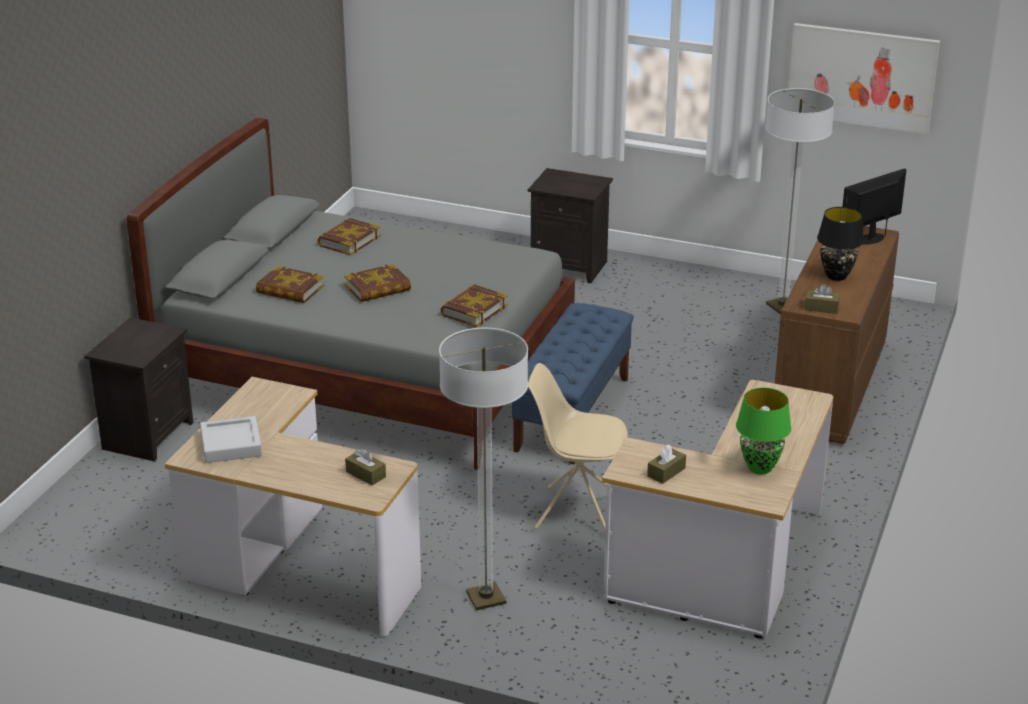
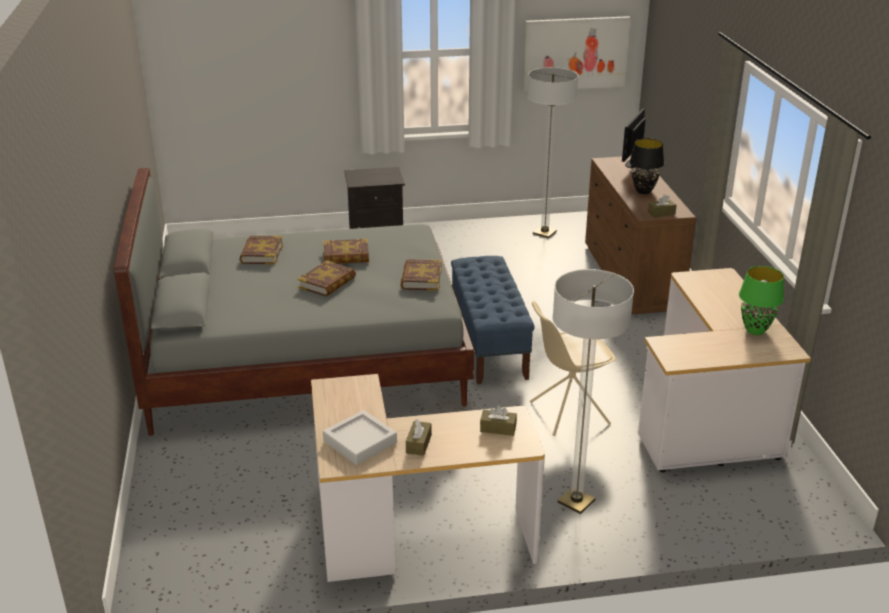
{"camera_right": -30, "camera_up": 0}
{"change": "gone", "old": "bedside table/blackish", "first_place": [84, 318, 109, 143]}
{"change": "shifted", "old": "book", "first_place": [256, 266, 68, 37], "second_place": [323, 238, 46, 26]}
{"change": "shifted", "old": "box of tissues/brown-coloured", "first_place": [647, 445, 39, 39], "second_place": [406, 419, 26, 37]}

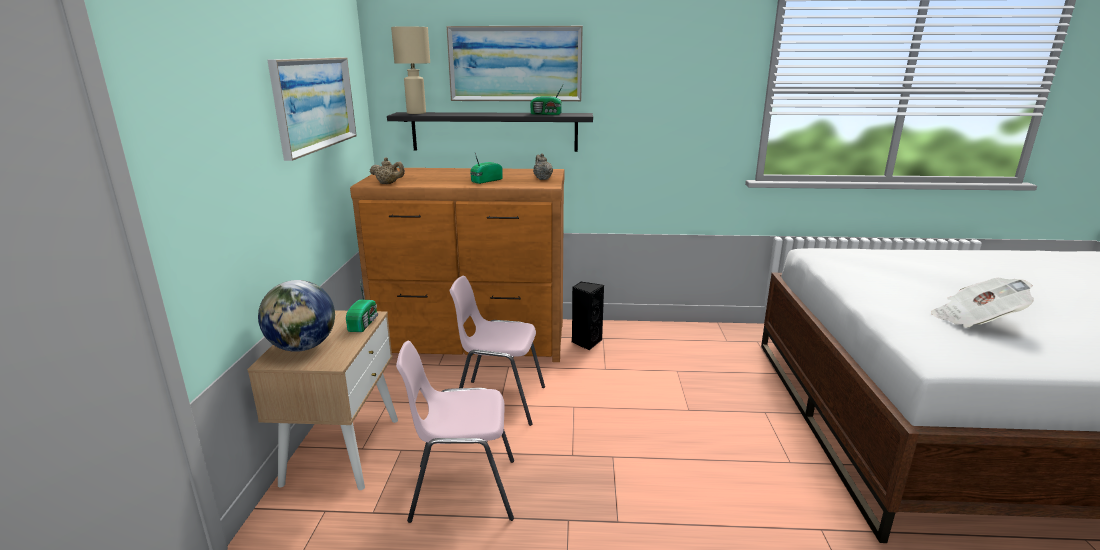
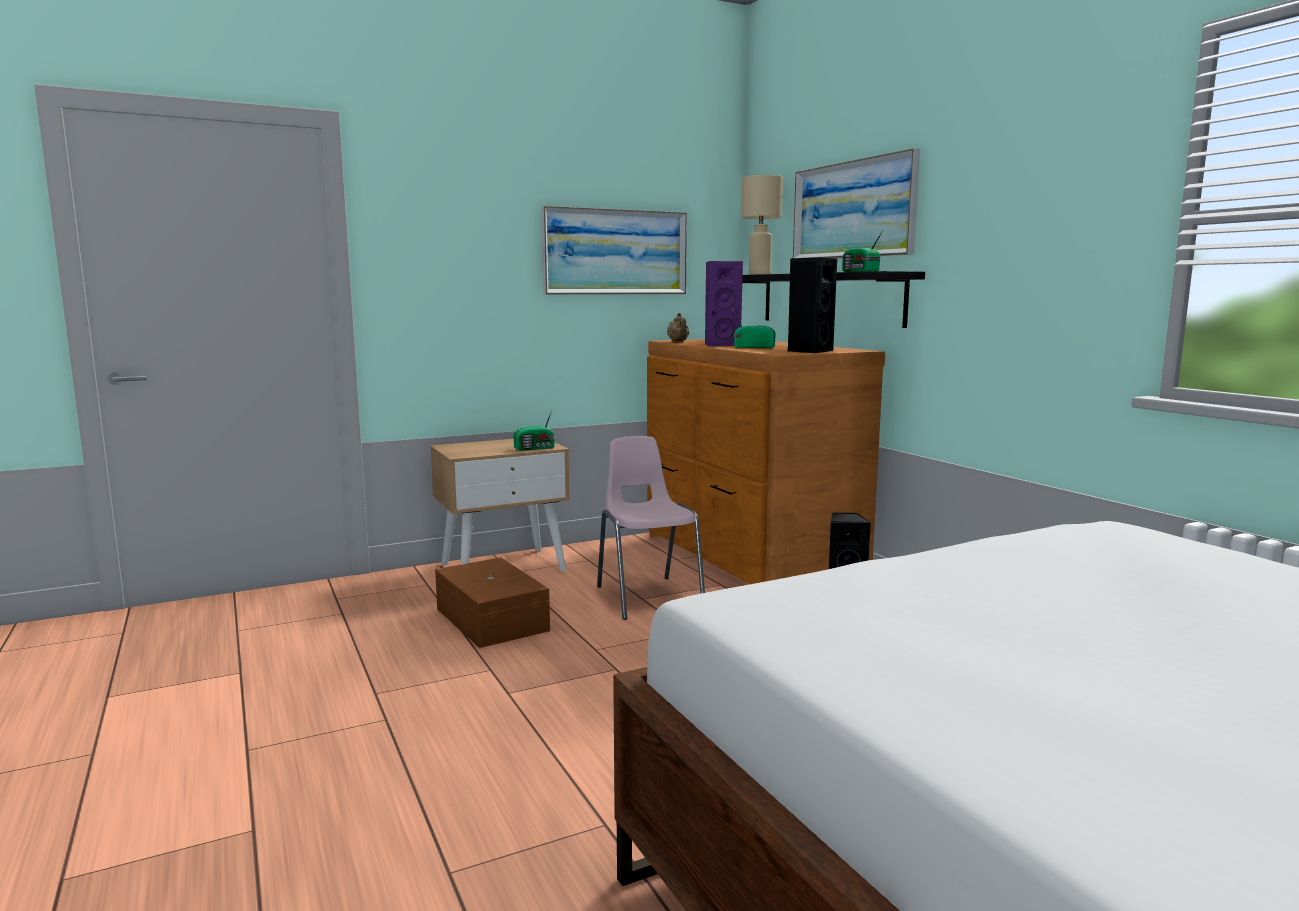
{"camera_right": 60, "camera_up": -10}
{"change": "gone", "old": "globe", "first_place": [258, 280, 77, 72]}
{"change": "gone", "old": "daily paper", "first_place": [931, 278, 103, 50]}
{"change": "new", "new": "audio speaker/purple-coloured", "second_place": [705, 261, 38, 85]}
{"change": "swapped", "old": "chair/pink", "new": "storage bin/brown-coloured", "first_place": [396, 341, 118, 182], "second_place": [435, 557, 115, 91]}
{"change": "swapped", "old": "teapot/beige-coloured", "new": "audio speaker/blackish", "first_place": [533, 154, 20, 26], "second_place": [788, 257, 49, 96]}

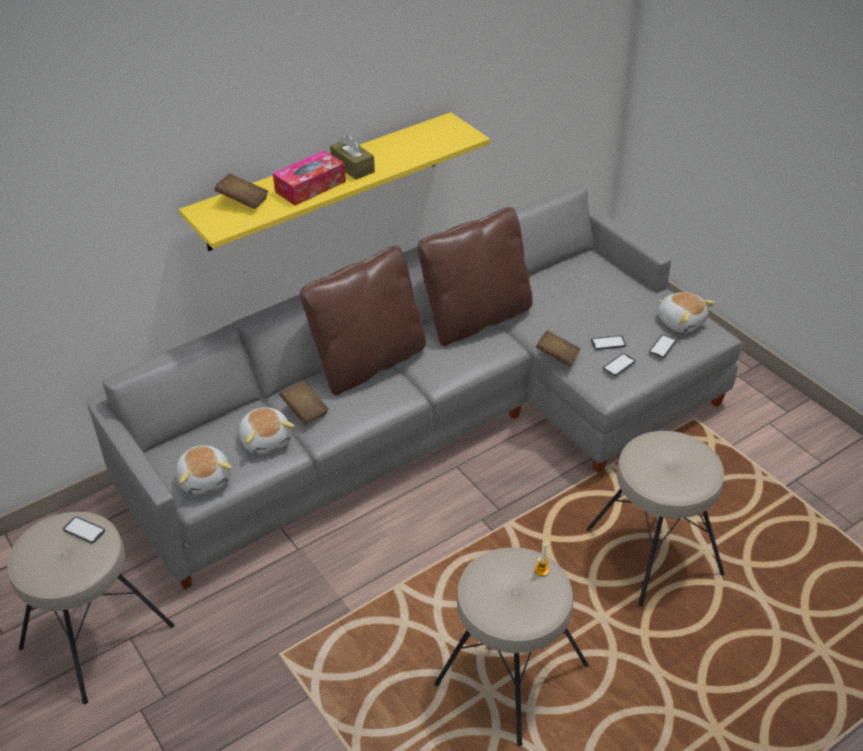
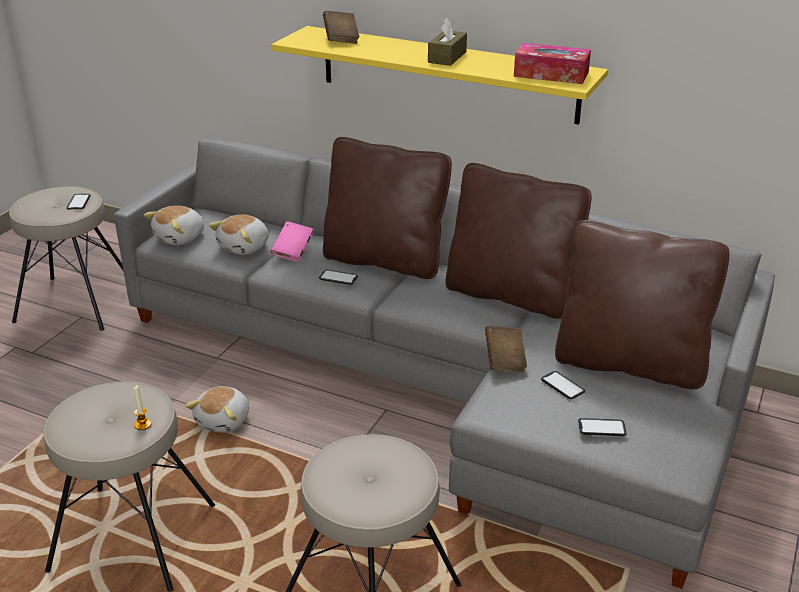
{"camera_right": 60, "camera_up": -10}
{"change": "new", "new": "cushion/brown-coloured", "second_place": [555, 220, 174, 169]}
{"change": "shifted", "old": "box of tissues", "first_place": [273, 151, 73, 55], "second_place": [514, 43, 77, 41]}
{"change": "shifted", "old": "handset", "first_place": [603, 353, 33, 23], "second_place": [319, 270, 39, 15]}
{"change": "shifted", "old": "cuddly toy", "first_place": [658, 292, 58, 41], "second_place": [185, 386, 64, 47]}
{"change": "repainted", "old": "book/brown-coloured", "new": "book/pink", "first_place": [279, 381, 50, 44], "second_place": [270, 221, 43, 41]}

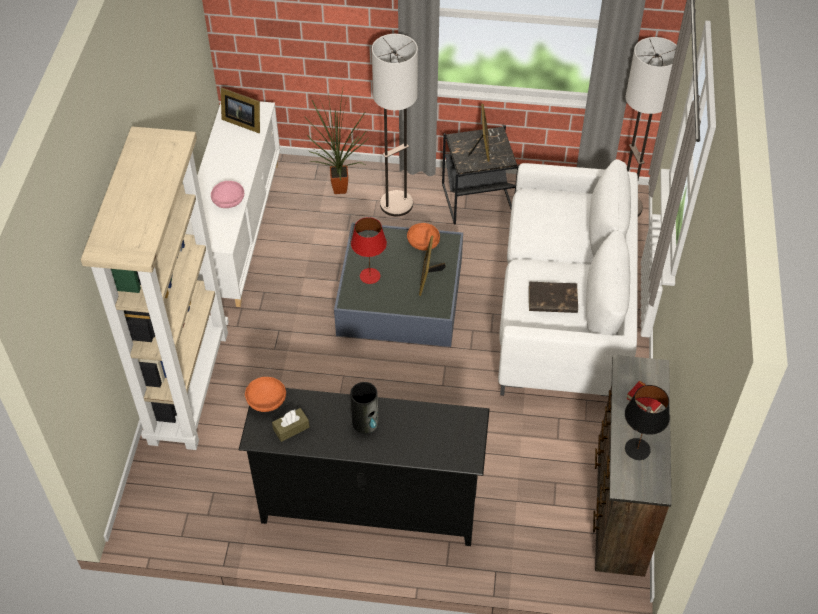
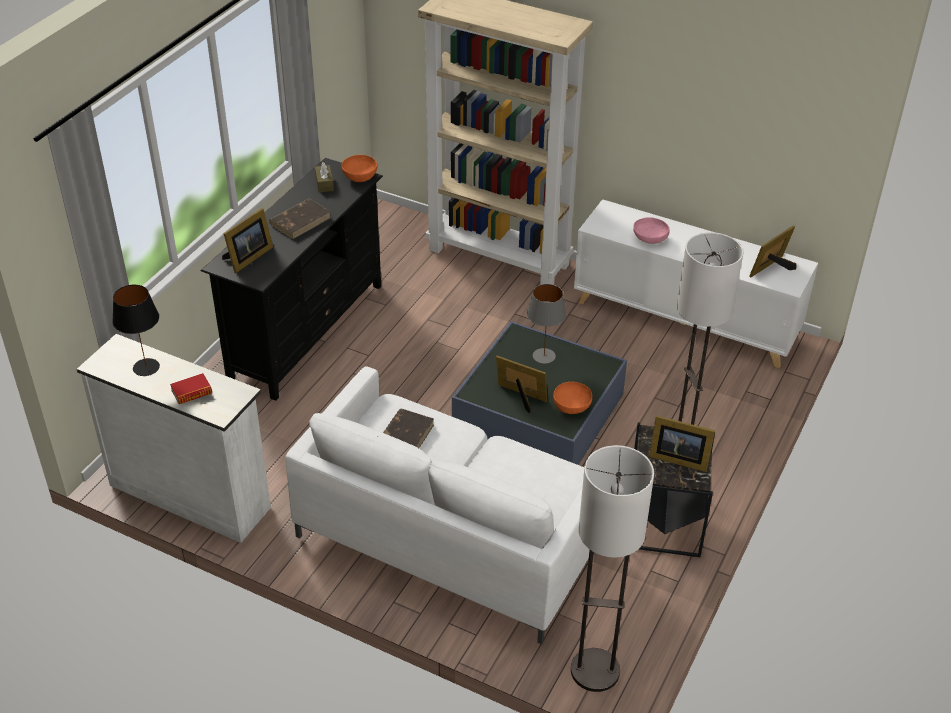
{"camera_right": 110, "camera_up": -10}
{"change": "gone", "old": "potted plant", "first_place": [304, 89, 65, 105]}
{"change": "new", "new": "photo frame", "second_place": [222, 208, 51, 65]}
{"change": "swapped", "old": "decorative vase", "new": "book/brown-coloured", "first_place": [350, 382, 29, 52], "second_place": [269, 199, 62, 40]}
{"change": "repainted", "old": "lamp for a table/reddish", "new": "lamp for a table/greyish", "first_place": [351, 217, 36, 67], "second_place": [527, 284, 40, 80]}
{"change": "repainted", "old": "dresser/brown-coloured", "new": "dresser/white", "first_place": [593, 355, 79, 222], "second_place": [77, 334, 194, 209]}

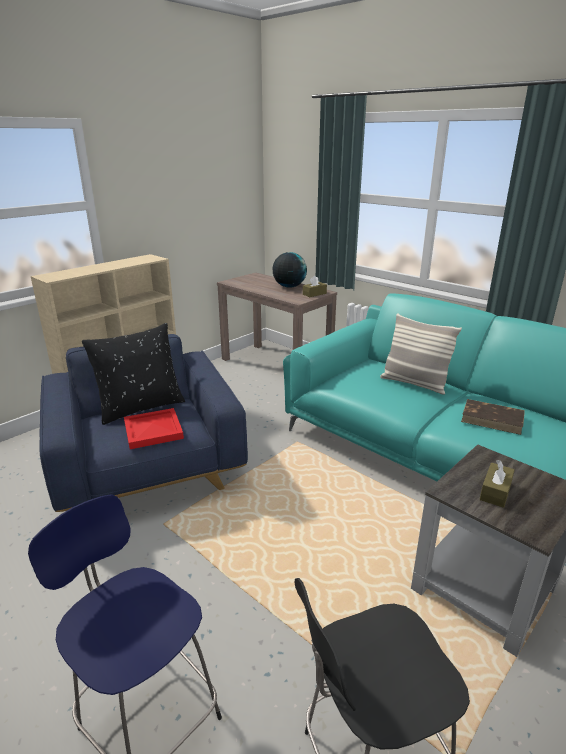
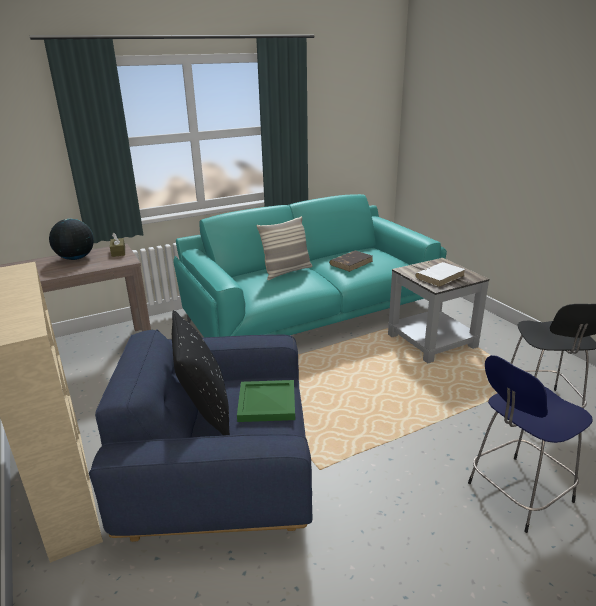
{"camera_right": -70, "camera_up": 0}
{"change": "swapped", "old": "box of tissues/brown-coloured", "new": "book/white", "first_place": [480, 460, 35, 48], "second_place": [415, 262, 51, 25]}
{"change": "repainted", "old": "carrying tray/reddish", "new": "carrying tray/greenish", "first_place": [124, 408, 60, 41], "second_place": [237, 380, 58, 42]}

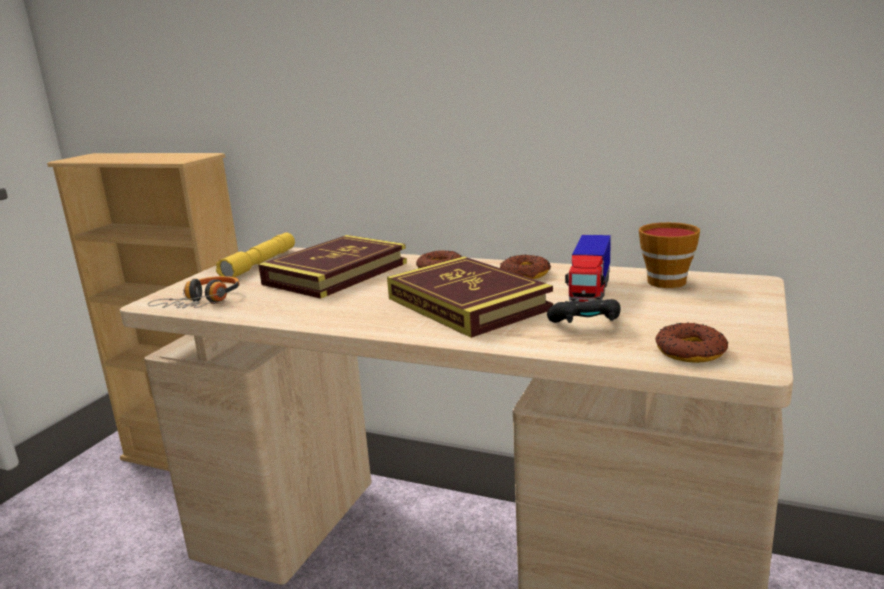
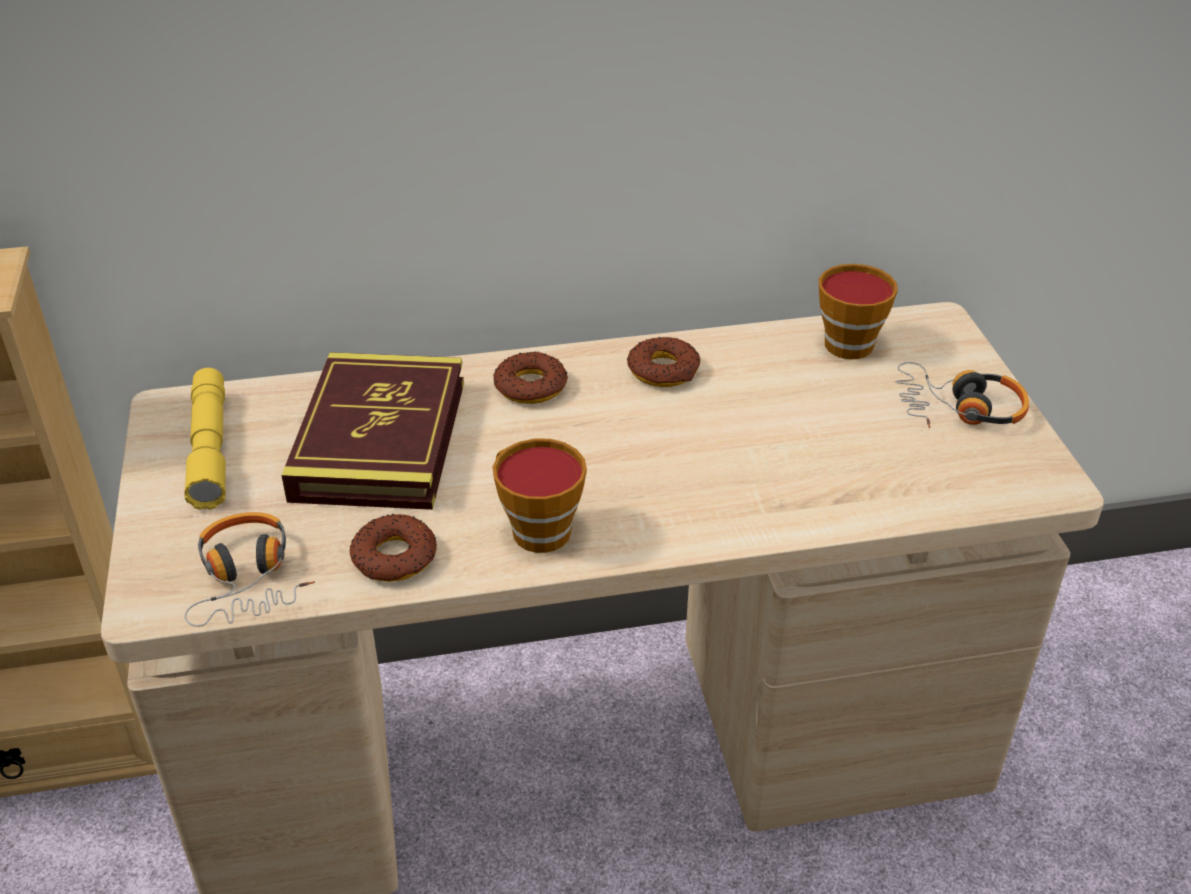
{"camera_right": -35, "camera_up": 20}
{"change": "gone", "old": "book", "first_place": [387, 257, 166, 81]}
{"change": "gone", "old": "game controller/blackish", "first_place": [547, 297, 74, 26]}
{"change": "gone", "old": "toy truck", "first_place": [565, 235, 46, 67]}
{"change": "new", "new": "cup", "second_place": [493, 438, 94, 115]}
{"change": "new", "new": "headphones", "second_place": [896, 362, 133, 66]}
{"change": "shifted", "old": "doughnut", "first_place": [656, 323, 72, 40], "second_place": [349, 514, 88, 68]}

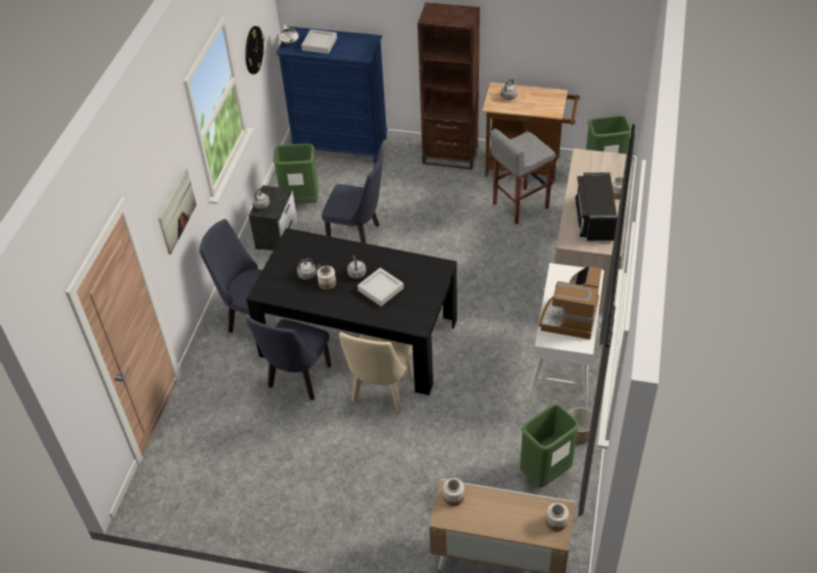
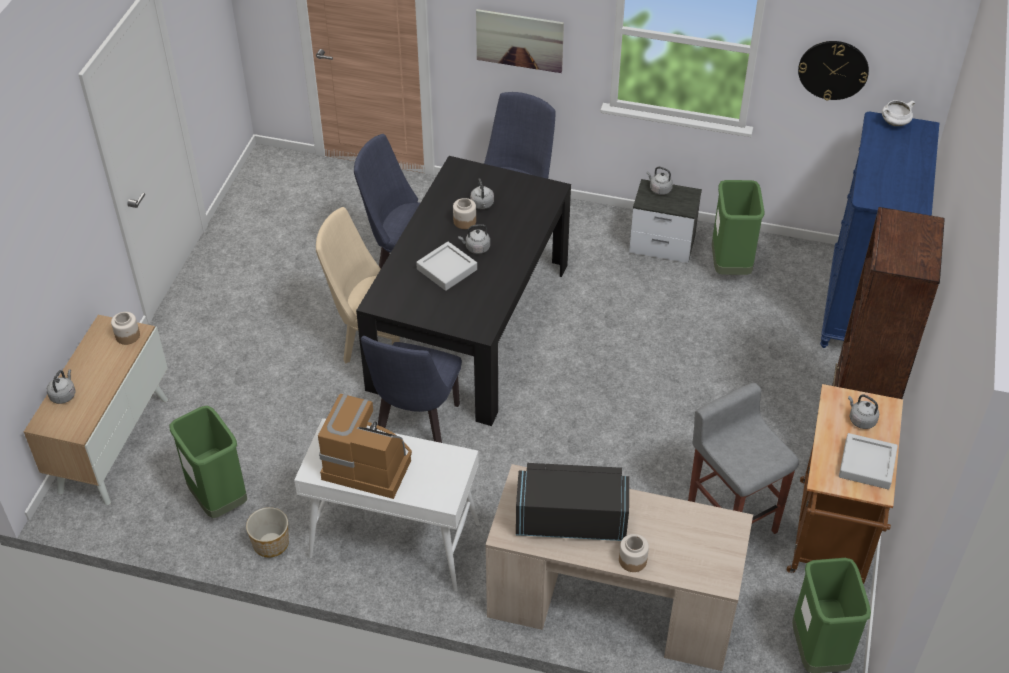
{"camera_right": 90, "camera_up": 0}
{"change": "gone", "old": "jar", "first_place": [546, 503, 23, 29]}
{"change": "new", "new": "kettle/greyish", "second_place": [47, 369, 28, 35]}
{"change": "shifted", "old": "carrying tray/greyish", "first_place": [301, 29, 36, 25], "second_place": [839, 433, 59, 56]}
{"change": "shifted", "old": "chair/bluish", "first_place": [322, 148, 62, 95], "second_place": [361, 336, 101, 107]}

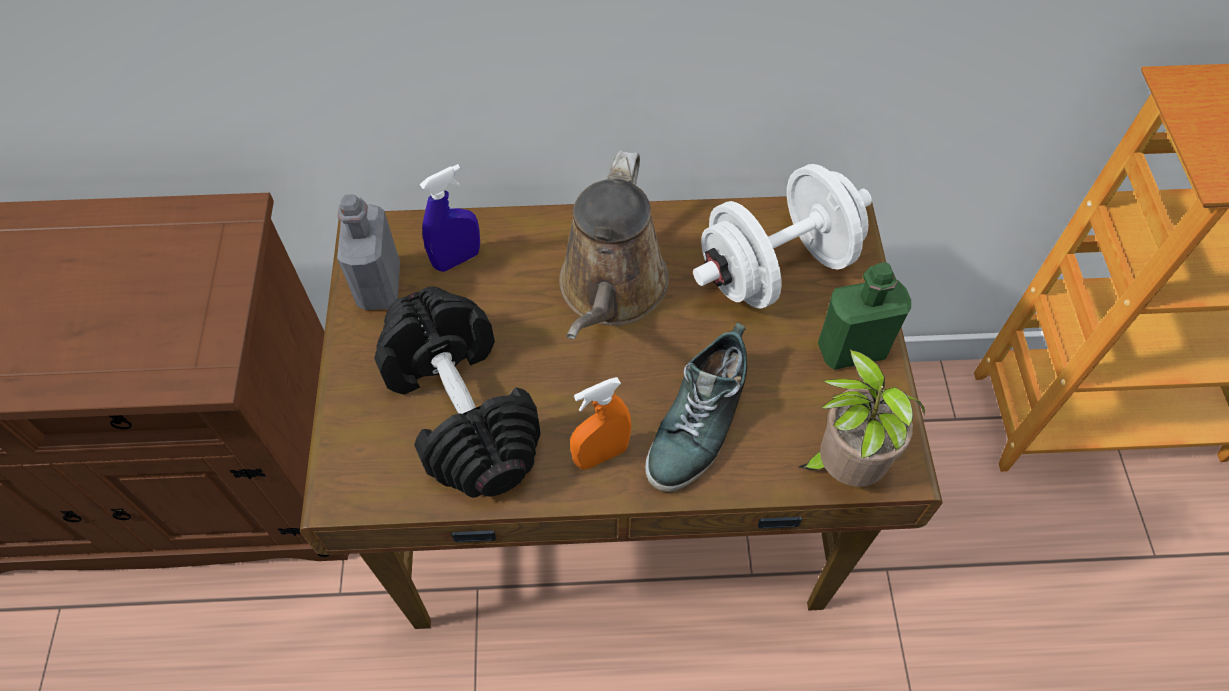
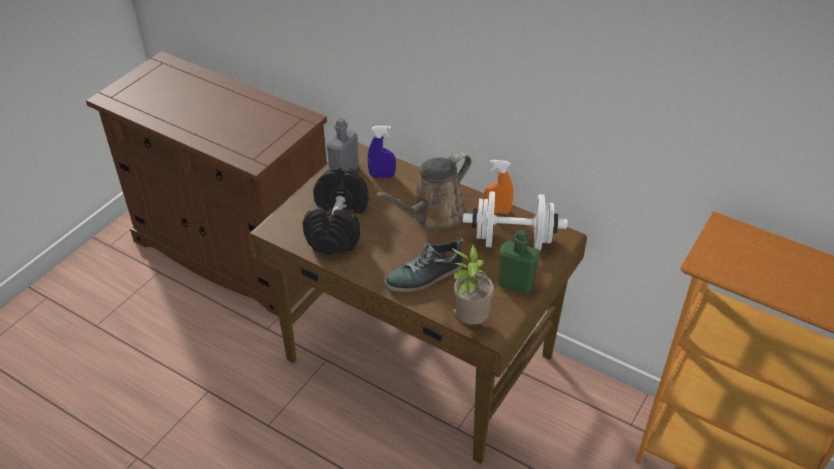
{"camera_right": 35, "camera_up": -15}
{"change": "shifted", "old": "spray bottle/orange", "first_place": [570, 377, 61, 93], "second_place": [484, 160, 29, 54]}

